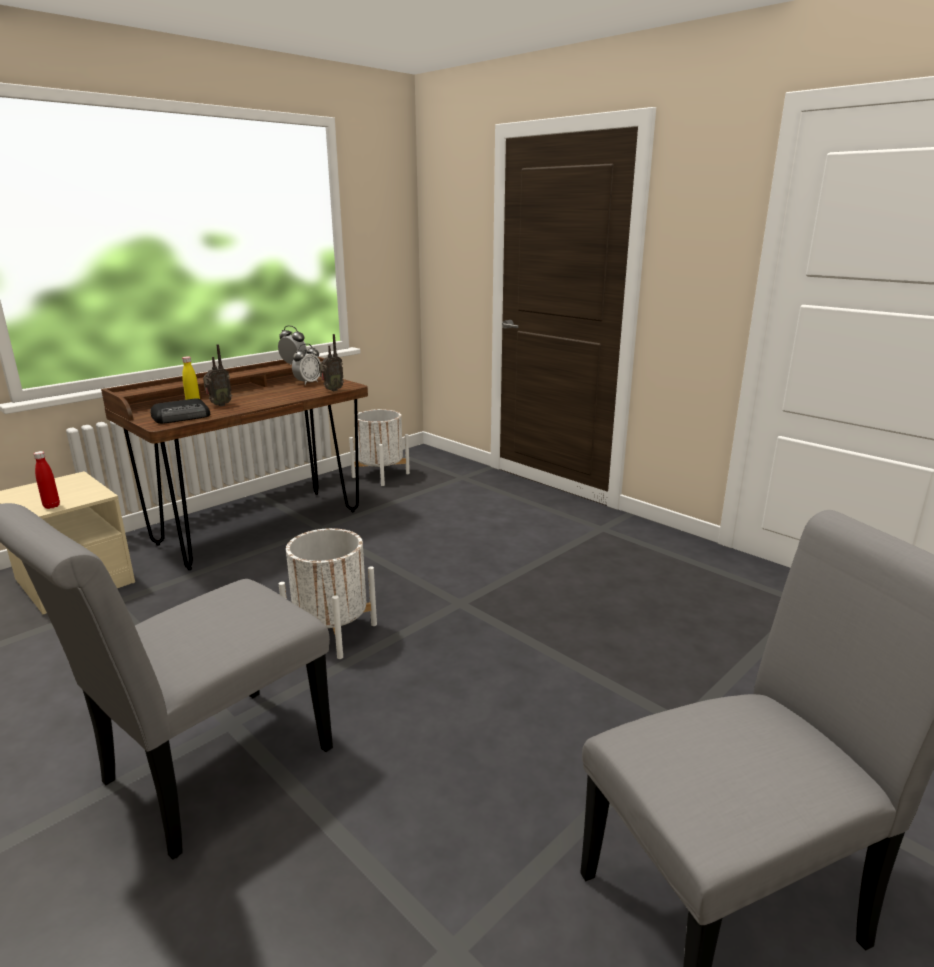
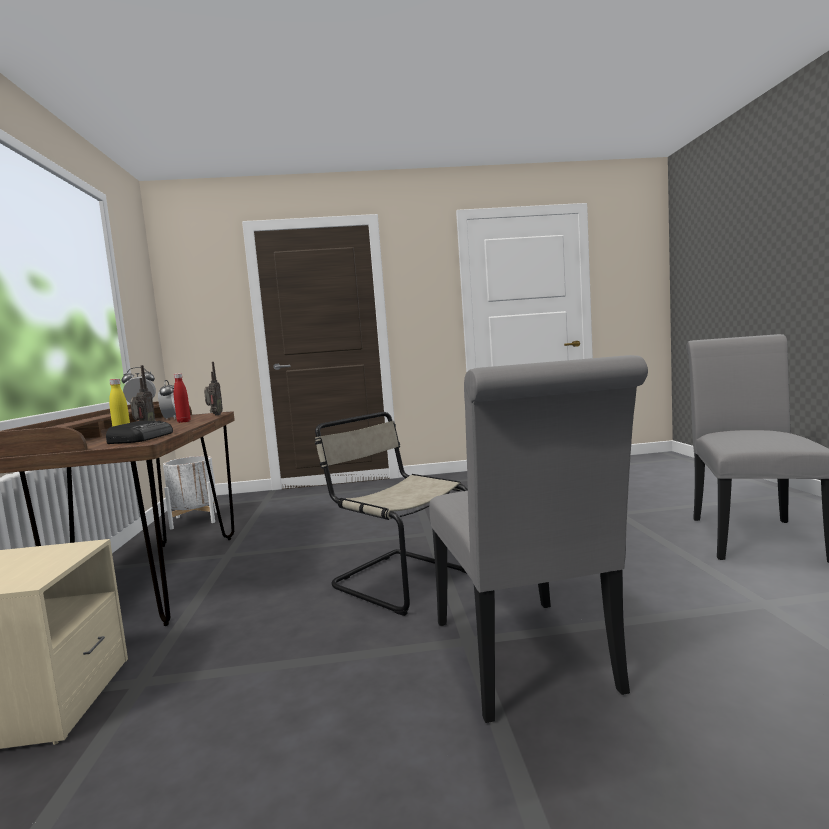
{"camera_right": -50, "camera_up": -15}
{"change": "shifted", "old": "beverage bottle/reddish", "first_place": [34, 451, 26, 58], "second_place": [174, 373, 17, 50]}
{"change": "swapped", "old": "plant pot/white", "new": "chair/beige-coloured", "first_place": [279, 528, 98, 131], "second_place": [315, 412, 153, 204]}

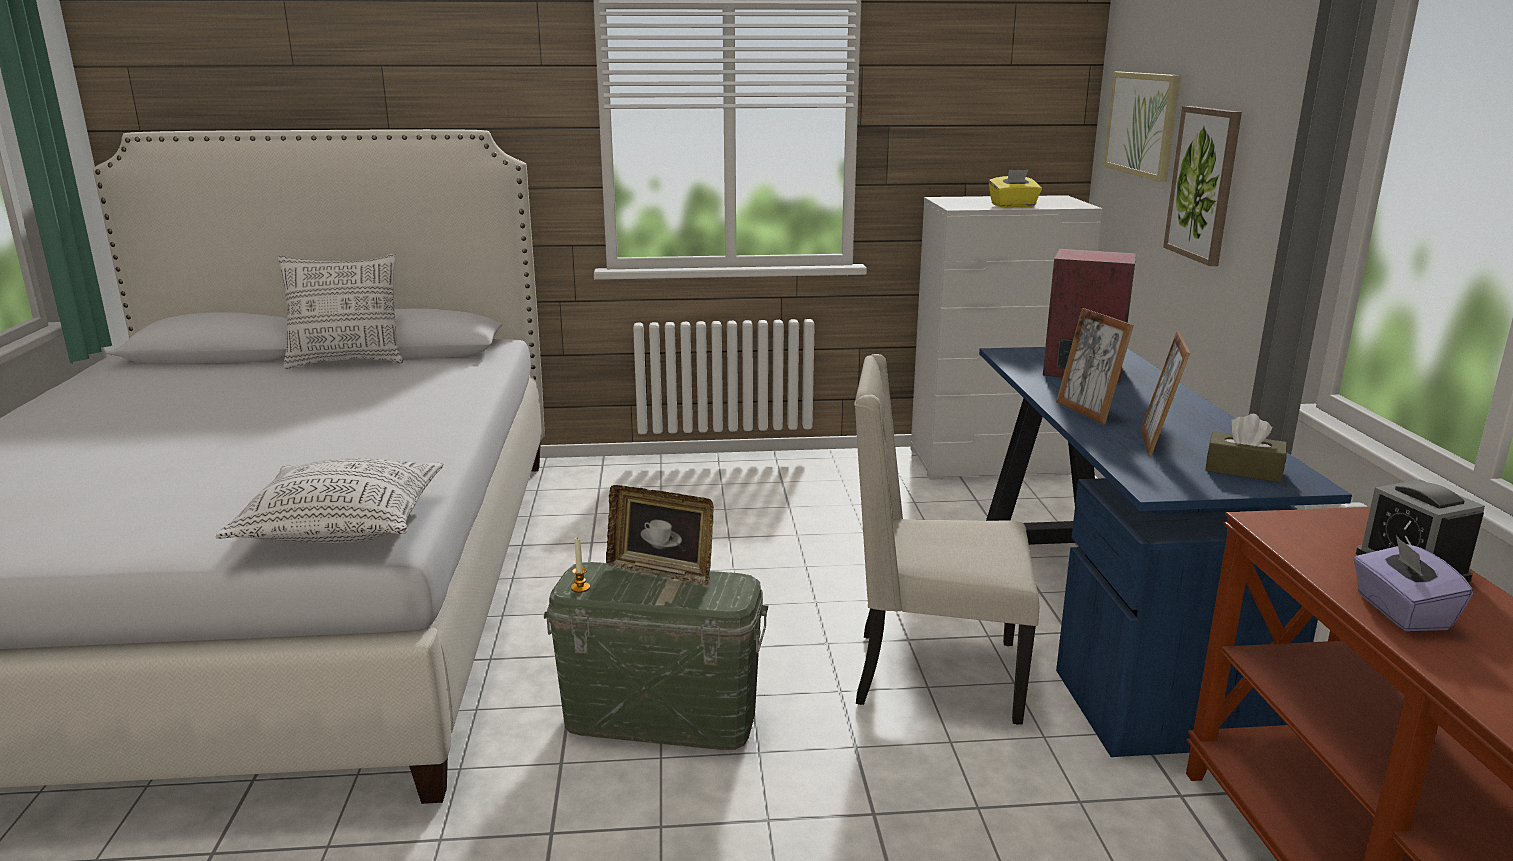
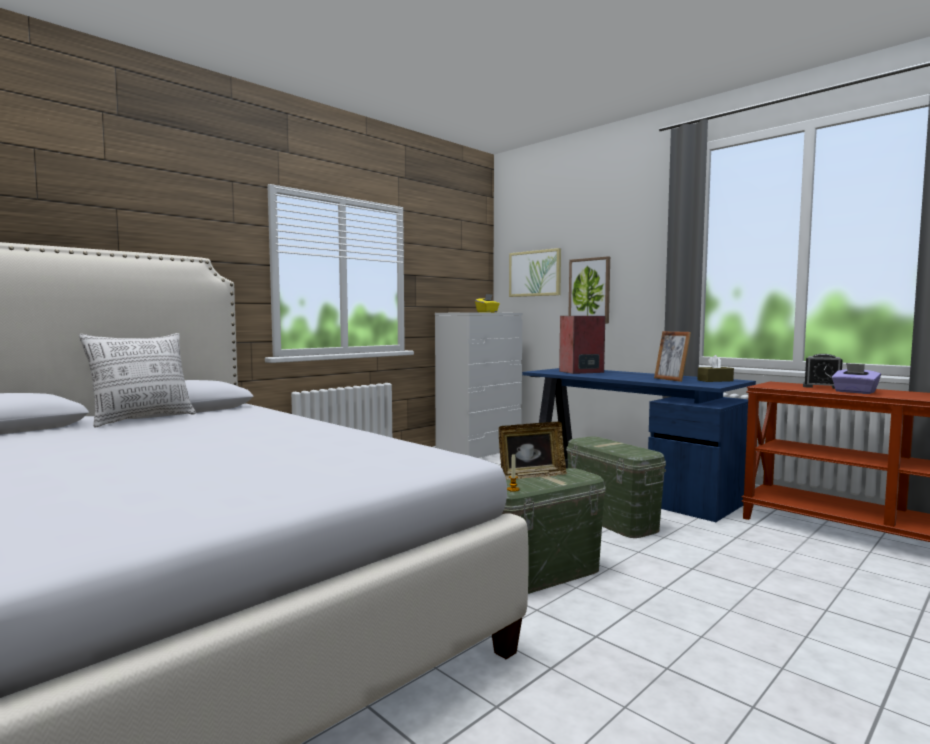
{"camera_right": -40, "camera_up": -15}
{"change": "gone", "old": "cushion", "first_place": [216, 458, 227, 86]}
{"change": "gone", "old": "photo frame", "first_place": [1056, 308, 78, 117]}
{"change": "swapped", "old": "chair/beige-coloured", "new": "storage bin/greenish", "first_place": [854, 354, 185, 371], "second_place": [567, 436, 99, 102]}

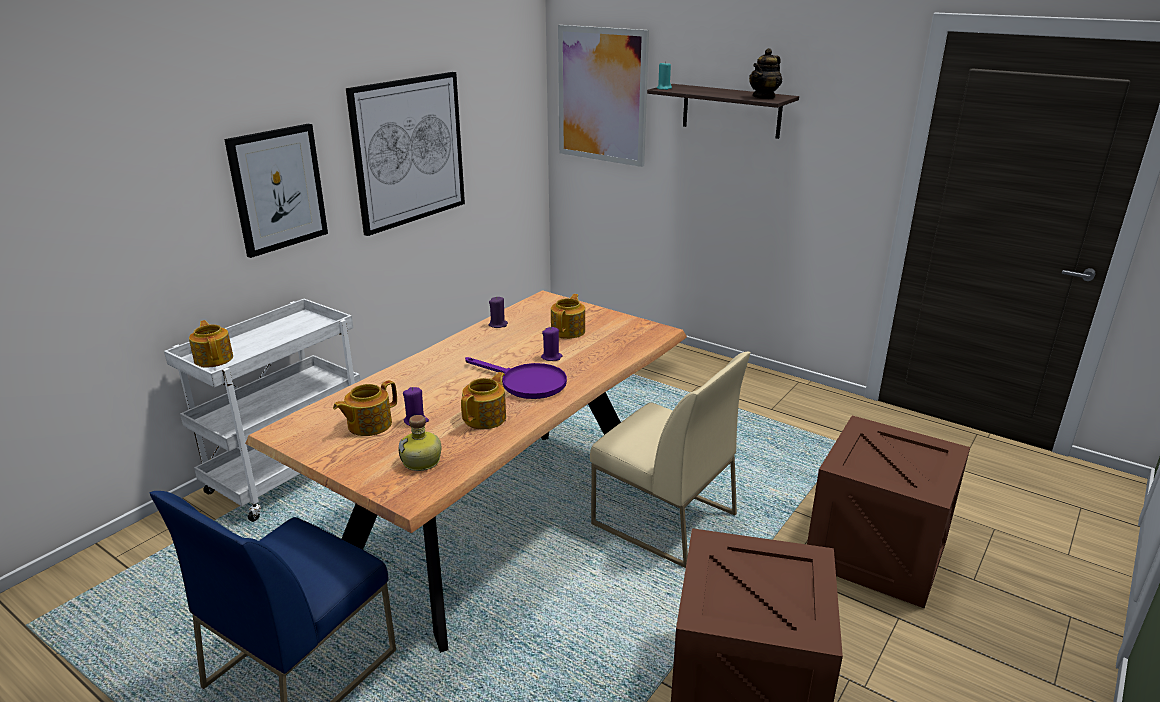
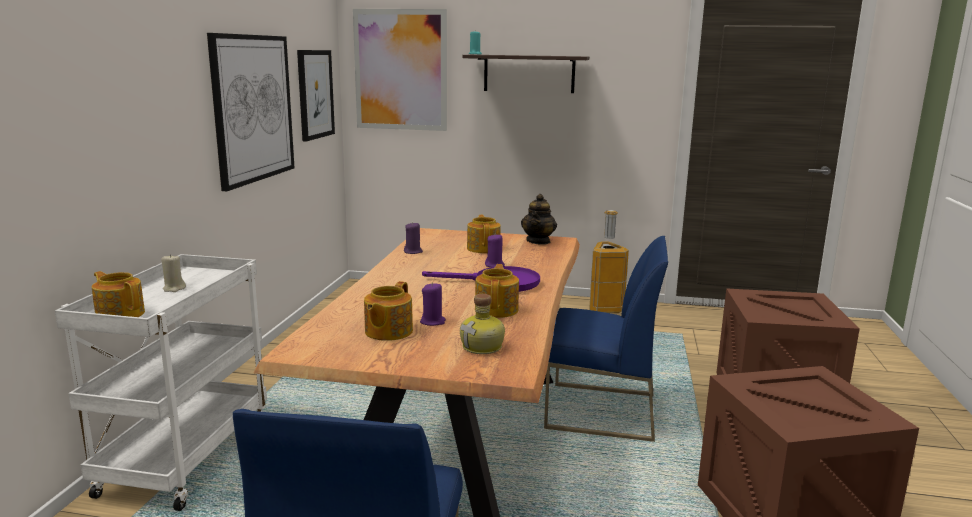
{"camera_right": -25, "camera_up": -10}
{"change": "new", "new": "wax light/beige-coloured", "second_place": [161, 254, 25, 38]}
{"change": "new", "new": "trash can", "second_place": [589, 210, 40, 103]}
{"change": "shifted", "old": "wall picture", "first_place": [224, 123, 104, 135], "second_place": [297, 50, 38, 91]}
{"change": "shifted", "old": "teapot", "first_place": [749, 48, 33, 51], "second_place": [521, 194, 36, 51]}
{"change": "repainted", "old": "chair/beige-coloured", "new": "chair/bluish", "first_place": [590, 351, 161, 217], "second_place": [544, 236, 124, 206]}

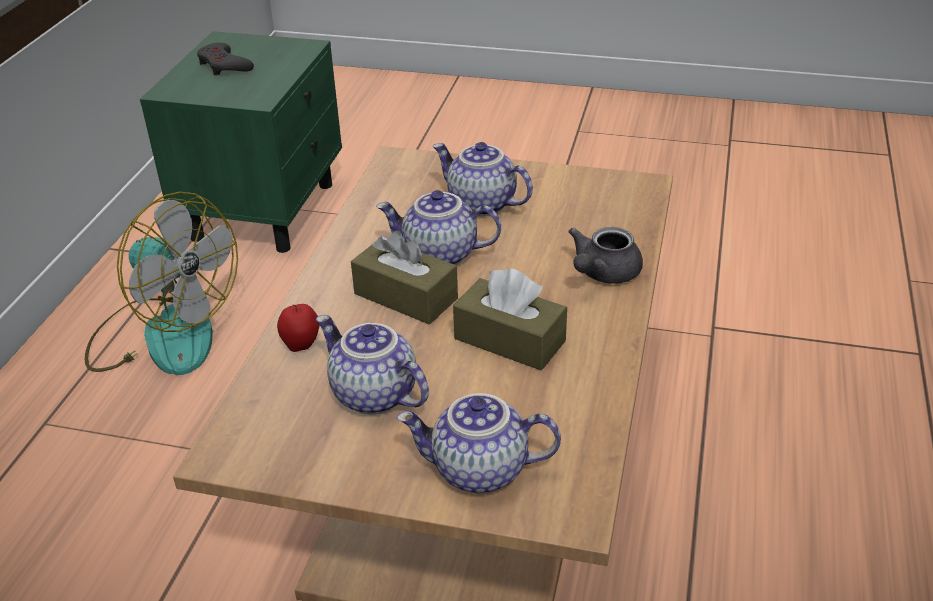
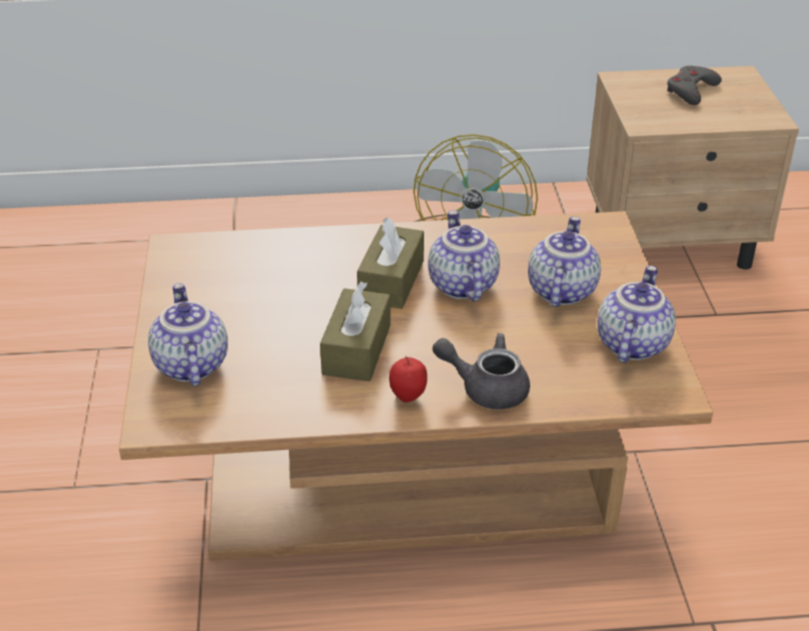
{"camera_right": 70, "camera_up": 0}
{"change": "shifted", "old": "apple", "first_place": [277, 304, 43, 48], "second_place": [389, 357, 38, 46]}
{"change": "shifted", "old": "teapot", "first_place": [316, 315, 113, 99], "second_place": [597, 266, 79, 97]}
{"change": "repainted", "old": "bedside table/greenish", "new": "bedside table/beige-coloured", "first_place": [140, 31, 202, 222], "second_place": [586, 66, 213, 203]}

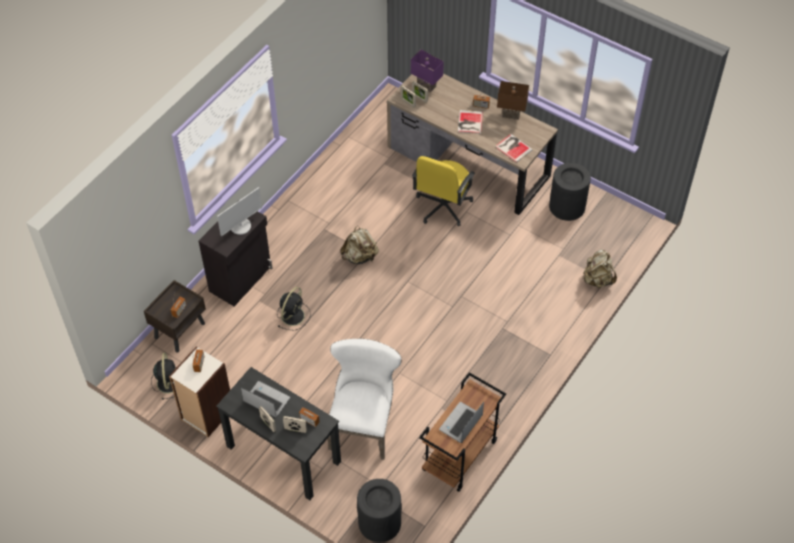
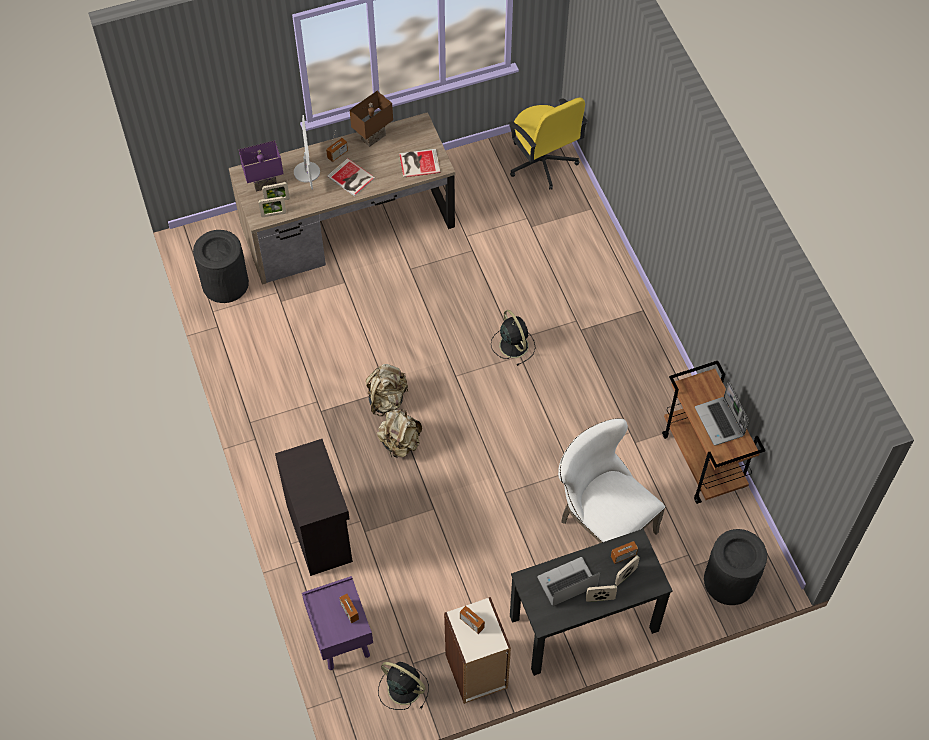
{"camera_right": -55, "camera_up": 5}
{"change": "shifted", "old": "monitor", "first_place": [217, 187, 45, 49], "second_place": [294, 115, 26, 75]}
{"change": "shifted", "old": "fan/blackish", "first_place": [277, 287, 34, 43], "second_place": [491, 310, 45, 56]}
{"change": "shifted", "old": "office chair/yellowish", "first_place": [412, 156, 63, 70], "second_place": [508, 97, 80, 93]}
{"change": "shifted", "old": "trash can/blackish", "first_place": [549, 163, 42, 58], "second_place": [193, 230, 56, 73]}
{"change": "shifted", "old": "backpack/beige-coloured", "first_place": [583, 249, 34, 39], "second_place": [377, 409, 45, 49]}
{"change": "repainted", "old": "bedside table/brown-coloured", "new": "bedside table/purple-coloured", "first_place": [144, 280, 62, 72], "second_place": [302, 576, 71, 94]}

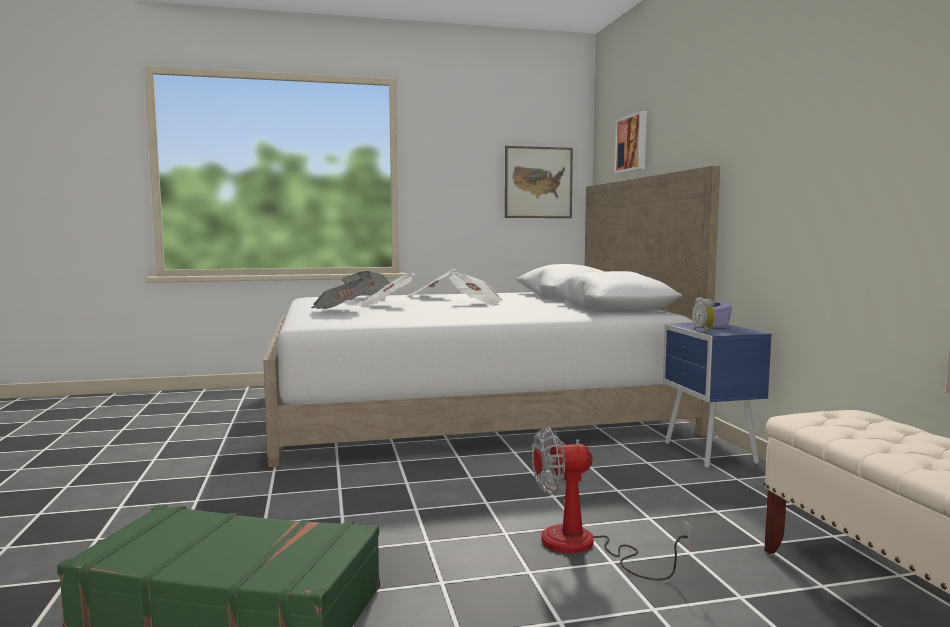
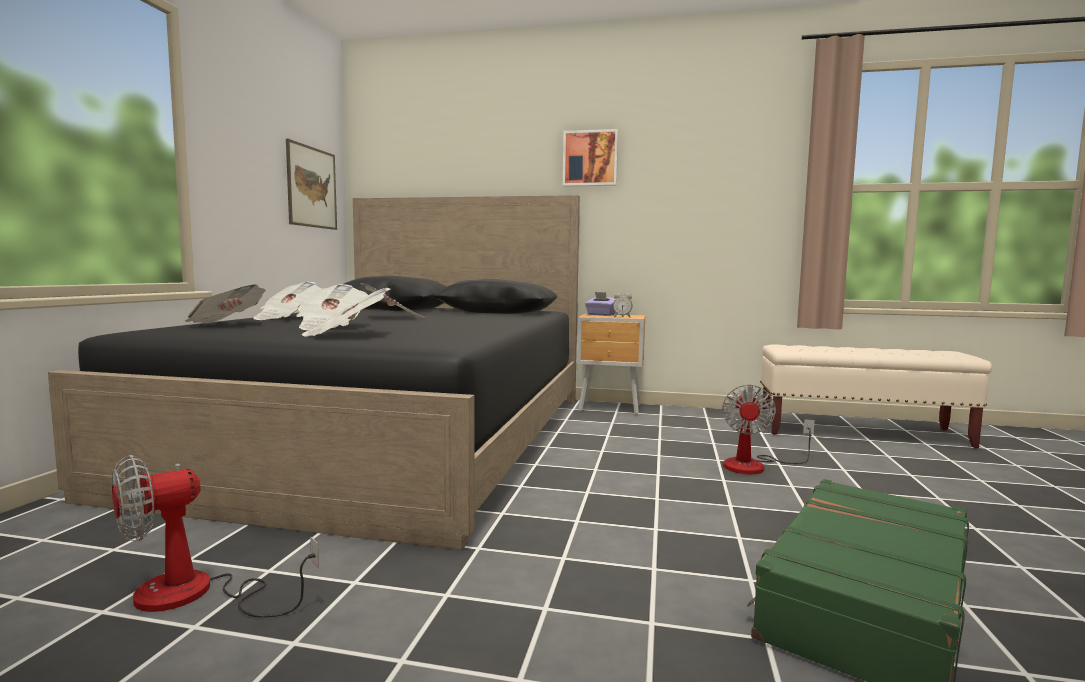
{"camera_right": -65, "camera_up": 0}
{"change": "new", "new": "fan", "second_place": [112, 455, 207, 163]}
{"change": "shifted", "old": "wall picture", "first_place": [614, 111, 33, 63], "second_place": [563, 129, 55, 58]}
{"change": "repainted", "old": "sleeping bed/white", "new": "sleeping bed/blackish", "first_place": [263, 166, 457, 301], "second_place": [48, 195, 532, 355]}
{"change": "repainted", "old": "bedside table/bluish", "new": "bedside table/brown-coloured", "first_place": [663, 323, 109, 145], "second_place": [577, 314, 68, 101]}

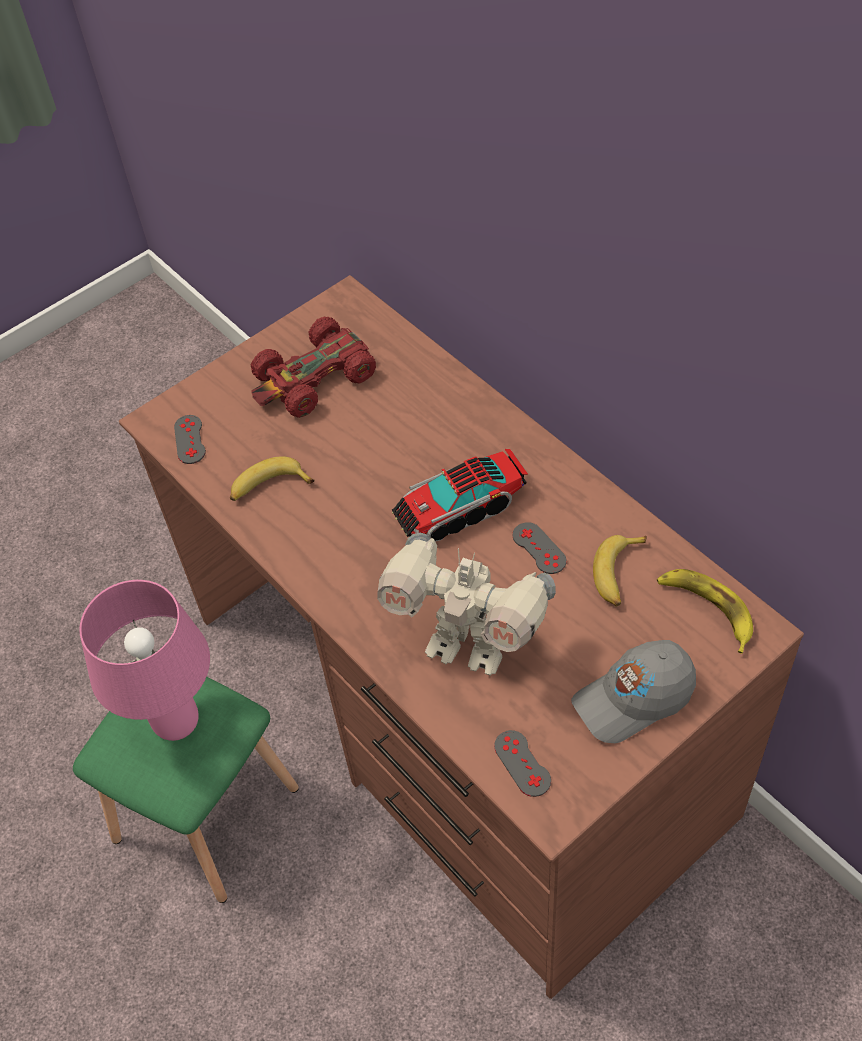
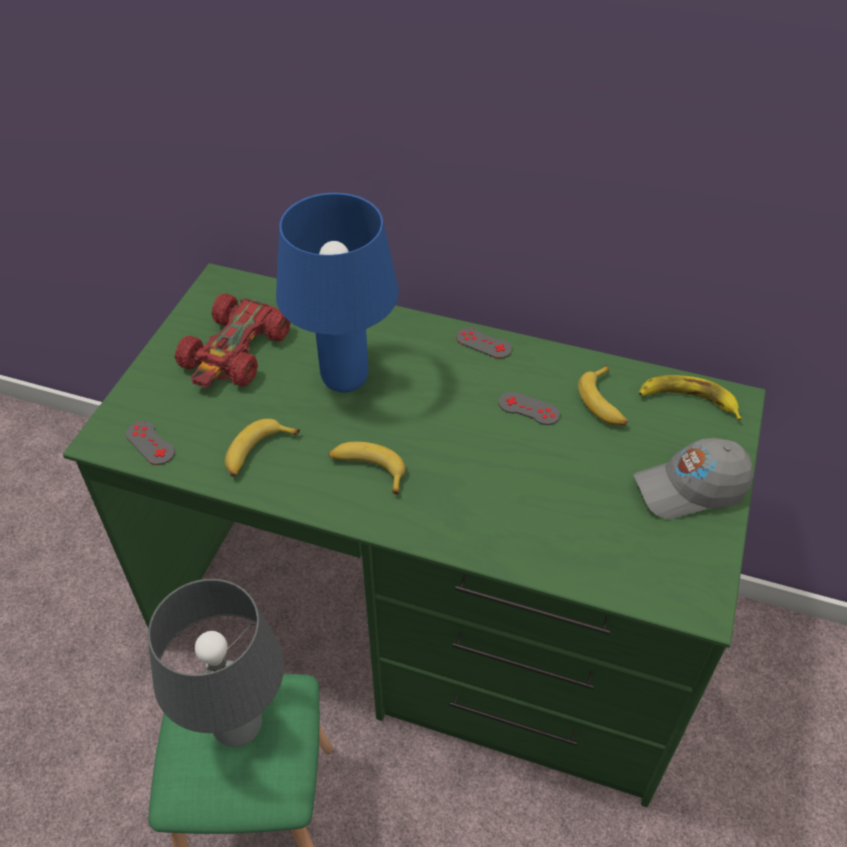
{"camera_right": -35, "camera_up": -5}
{"change": "gone", "old": "model robot", "first_place": [377, 533, 179, 143]}
{"change": "gone", "old": "toy truck", "first_place": [392, 449, 136, 92]}
{"change": "new", "new": "lamp for a table/bluish", "second_place": [276, 193, 123, 200]}
{"change": "new", "new": "banana fruit", "second_place": [329, 442, 76, 53]}
{"change": "shifted", "old": "game controller/greyish", "first_place": [494, 730, 57, 67], "second_place": [456, 327, 56, 32]}
{"change": "repainted", "old": "lamp for a table/pink", "new": "lamp for a table/greyish", "first_place": [79, 580, 131, 161], "second_place": [148, 579, 136, 168]}
{"change": "repainted", "old": "desk table/brown-coloured", "new": "desk table/greenish", "first_place": [119, 275, 685, 724], "second_place": [63, 263, 703, 544]}
{"change": "rotated", "old": "cap/greyish", "first_place": [571, 640, 125, 103], "second_place": [634, 438, 120, 81], "degrees": 45}

